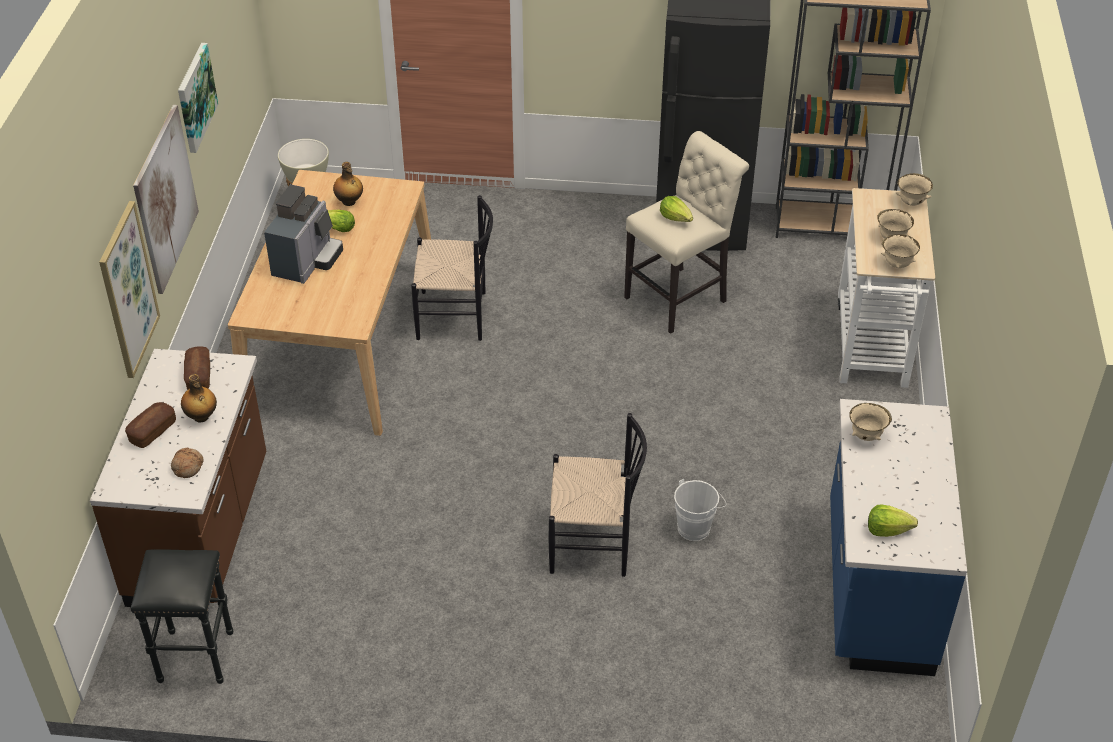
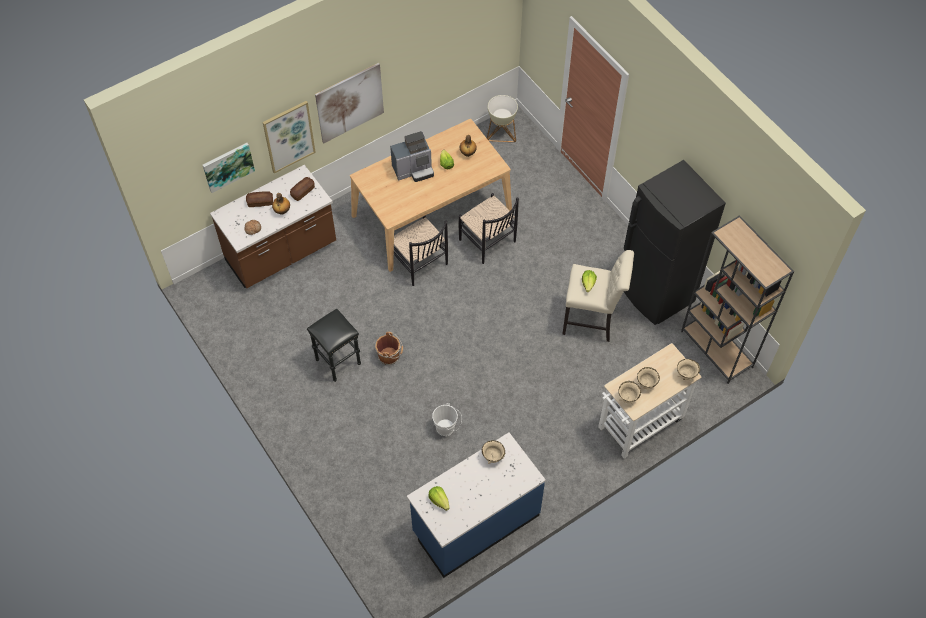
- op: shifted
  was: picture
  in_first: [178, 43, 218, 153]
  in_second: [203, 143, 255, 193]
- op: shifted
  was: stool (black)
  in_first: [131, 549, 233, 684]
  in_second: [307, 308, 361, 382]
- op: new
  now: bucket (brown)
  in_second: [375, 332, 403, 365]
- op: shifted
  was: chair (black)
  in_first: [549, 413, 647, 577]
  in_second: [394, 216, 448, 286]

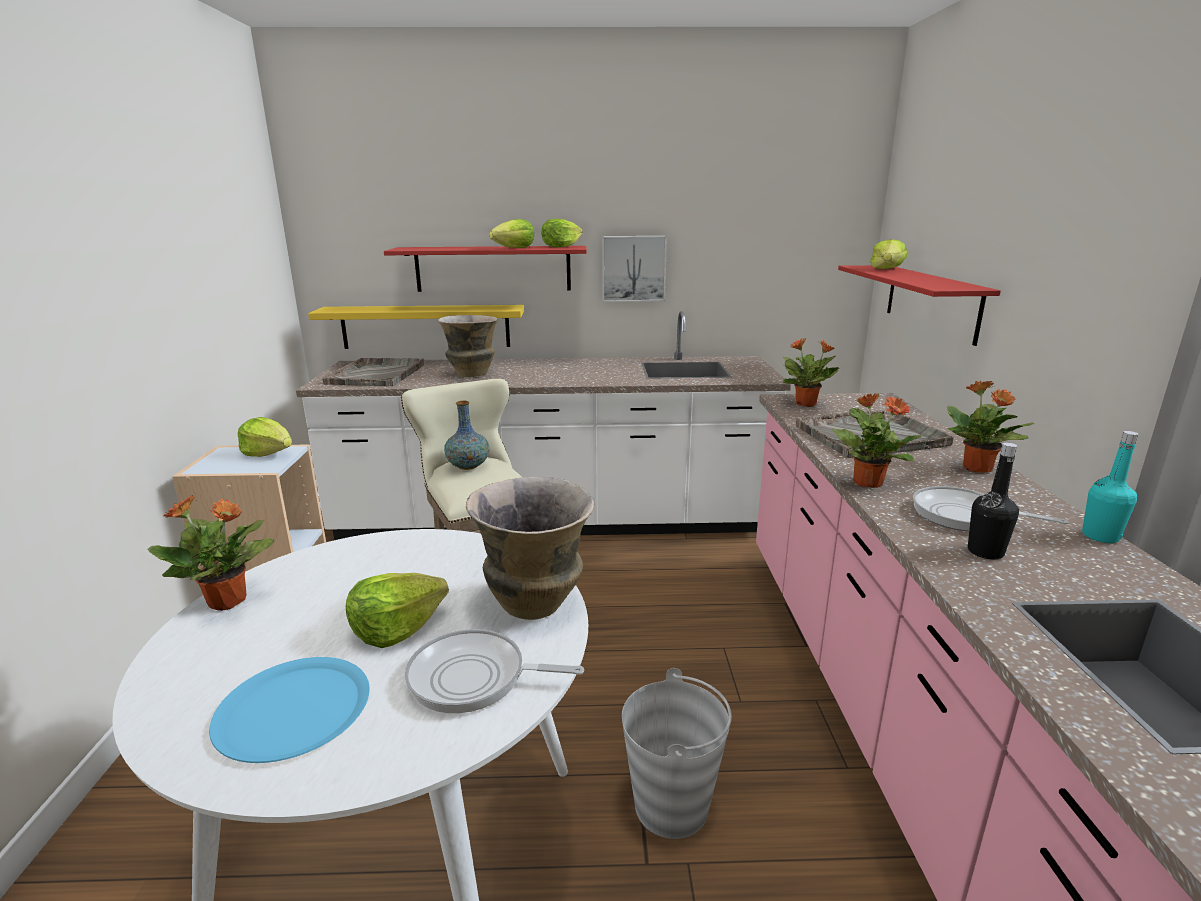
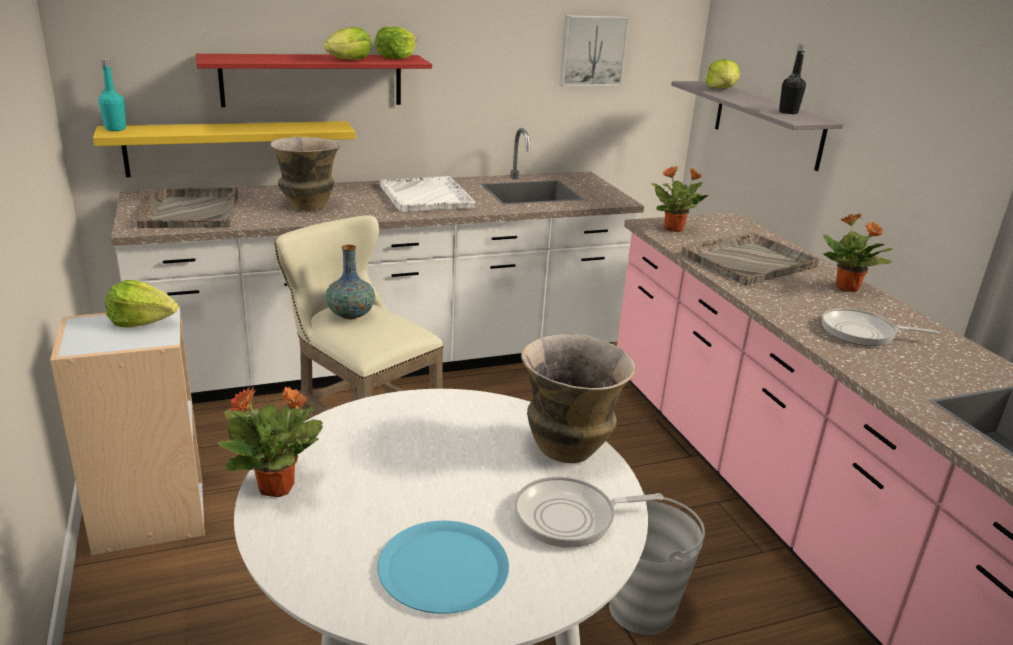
- op: shifted
  was: bottle (turquoise)
  in_first: [1082, 431, 1138, 543]
  in_second: [98, 59, 126, 131]
- op: new
  now: tray (white)
  in_second: [380, 176, 476, 212]
- op: shifted
  was: picture
  in_first: [602, 236, 667, 302]
  in_second: [559, 15, 629, 86]
- op: repainted
  was: shelf (red)
  now: shelf (grey)
  in_first: [838, 265, 1001, 346]
  in_second: [671, 81, 843, 171]
- op: shifted
  was: bottle (black)
  in_first: [968, 443, 1019, 560]
  in_second: [779, 44, 806, 114]
- op: gone
  was: lettuce
  in_first: [346, 573, 449, 648]
- op: gone
  was: potted plant
  in_first: [832, 392, 923, 488]

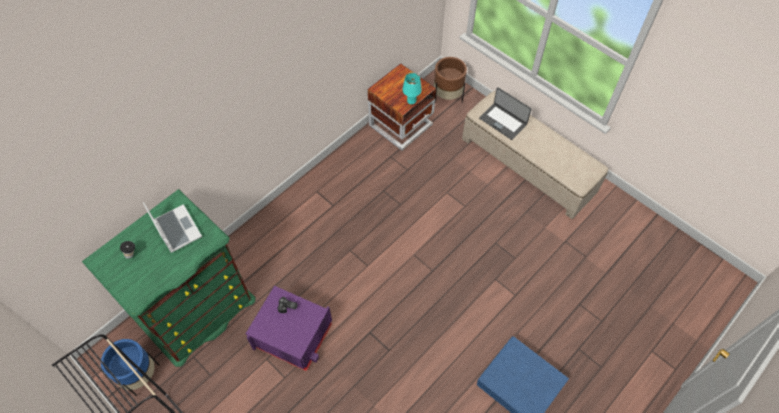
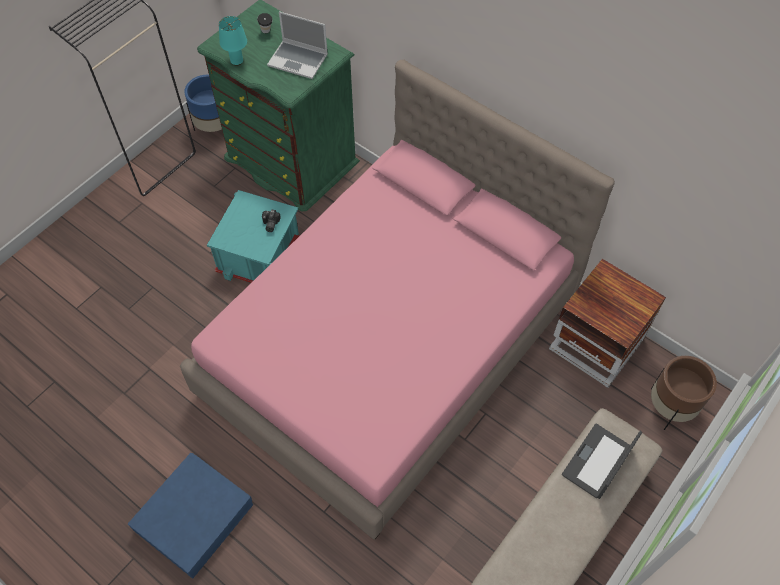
- op: new
  now: bed (pink)
  in_second: [180, 60, 615, 539]
- op: repainted
  was: storage box (purple)
  now: storage box (turquoise)
  in_first: [245, 286, 332, 372]
  in_second: [207, 190, 300, 283]
- op: shifted
  was: table lamp (turquoise)
  in_first: [402, 73, 422, 105]
  in_second: [219, 16, 247, 66]
- op: rotated
  was: laptop
  in_first: [143, 202, 202, 253]
  in_second: [267, 11, 328, 79]
  clockwise: 60

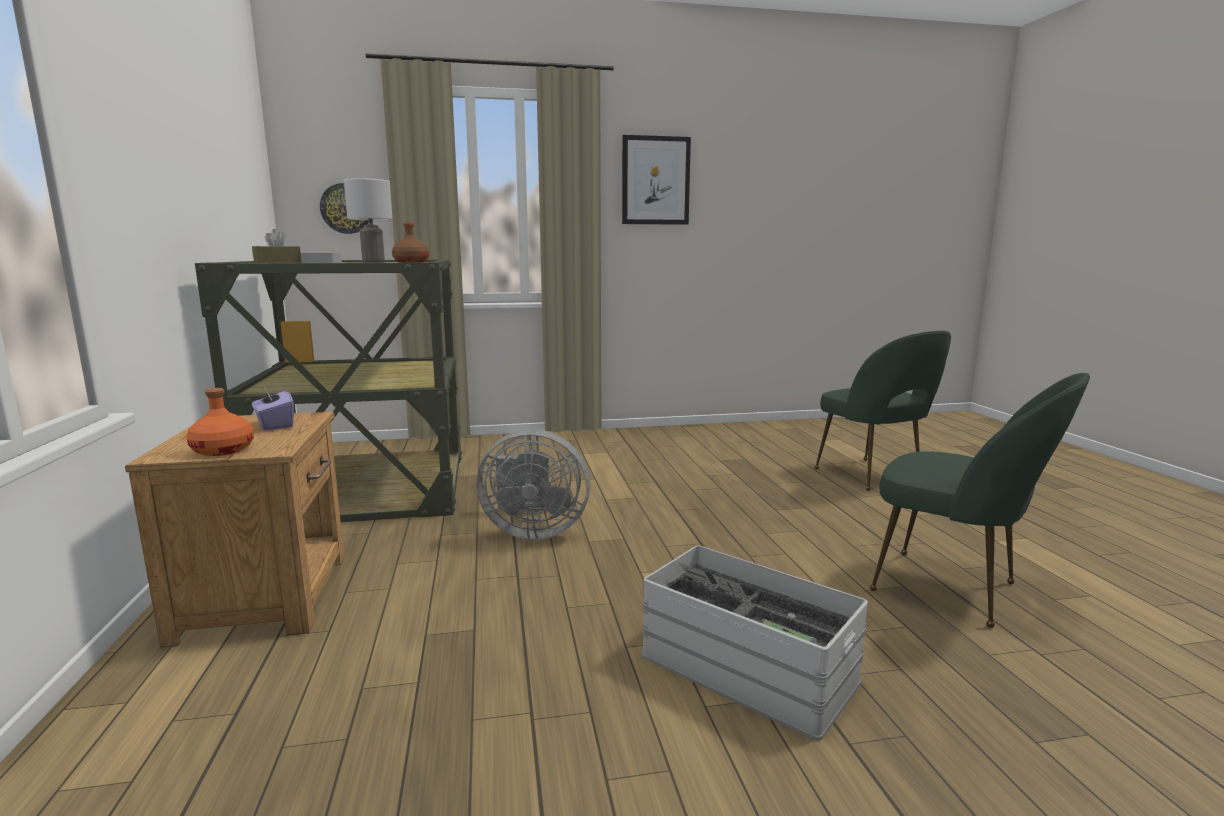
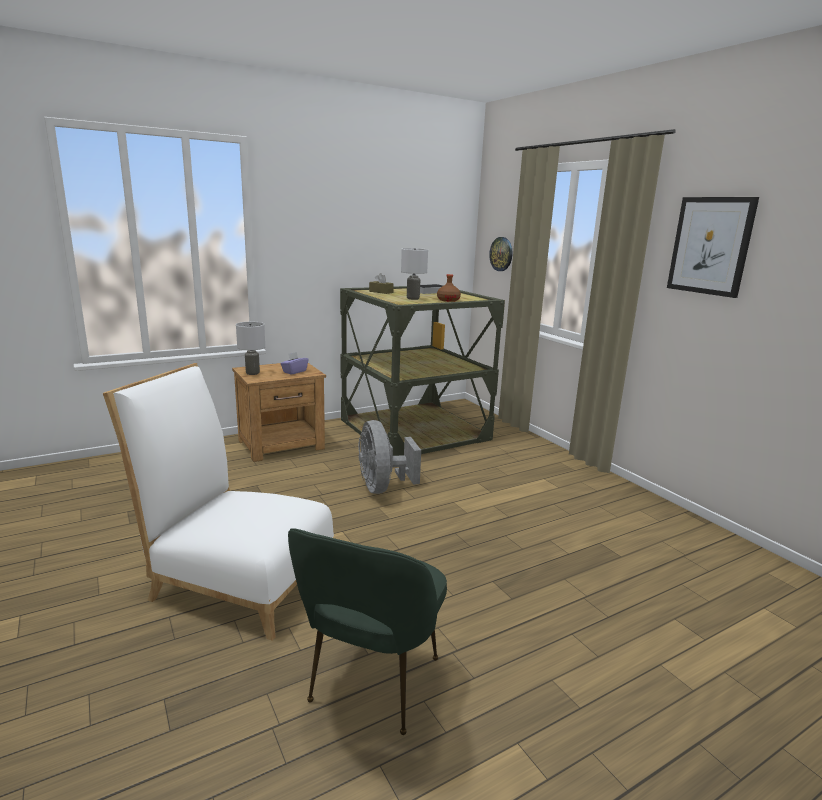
- op: swapped
  was: storage box (grey)
  now: chair (white)
  in_first: [642, 546, 868, 740]
  in_second: [103, 363, 334, 641]
- op: swapped
  was: bottle (orange)
  now: table lamp (white)
  in_first: [186, 388, 254, 456]
  in_second: [236, 322, 265, 375]
- op: gone
  was: chair (green)
  in_first: [815, 331, 951, 491]

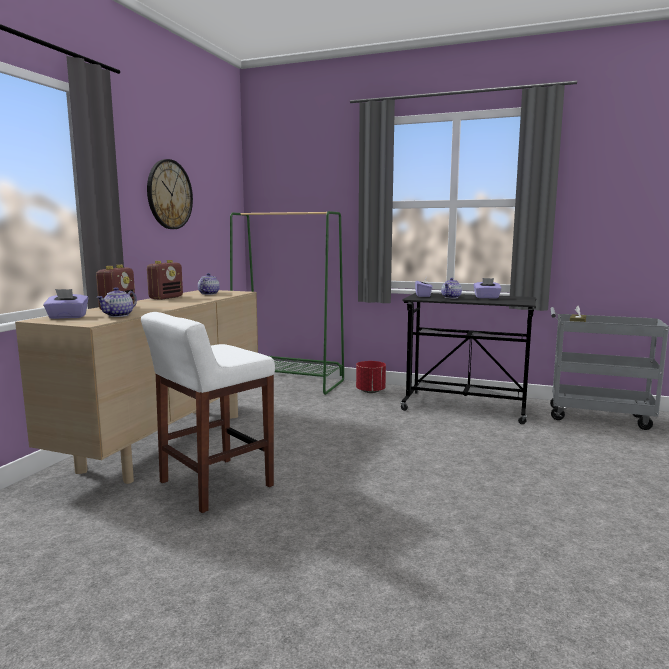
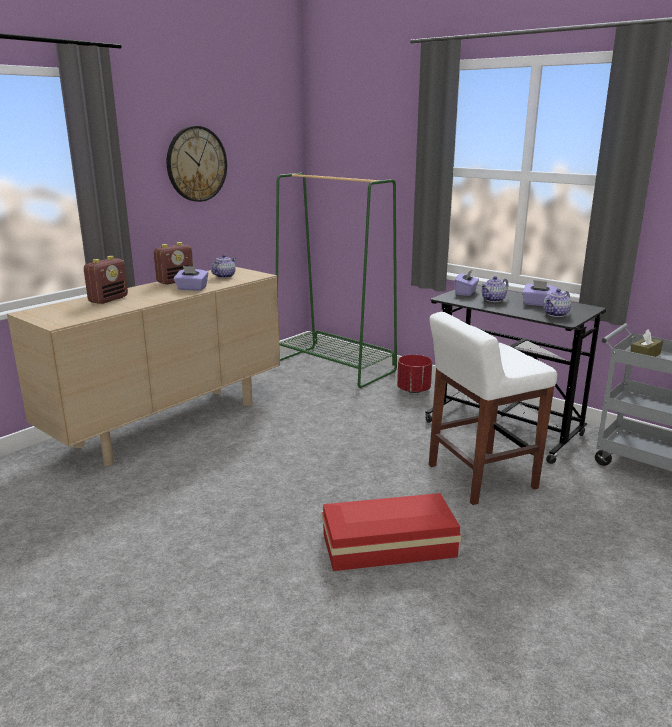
- op: shifted
  was: tissue box (purple)
  in_first: [43, 289, 88, 319]
  in_second: [174, 266, 208, 291]
- op: new
  now: storage box (red)
  in_second: [322, 493, 461, 571]
- op: shifted
  was: stool (white)
  in_first: [141, 312, 275, 513]
  in_second: [429, 312, 557, 505]
- op: shifted
  was: teapot
  in_first: [96, 287, 137, 317]
  in_second: [543, 289, 571, 317]

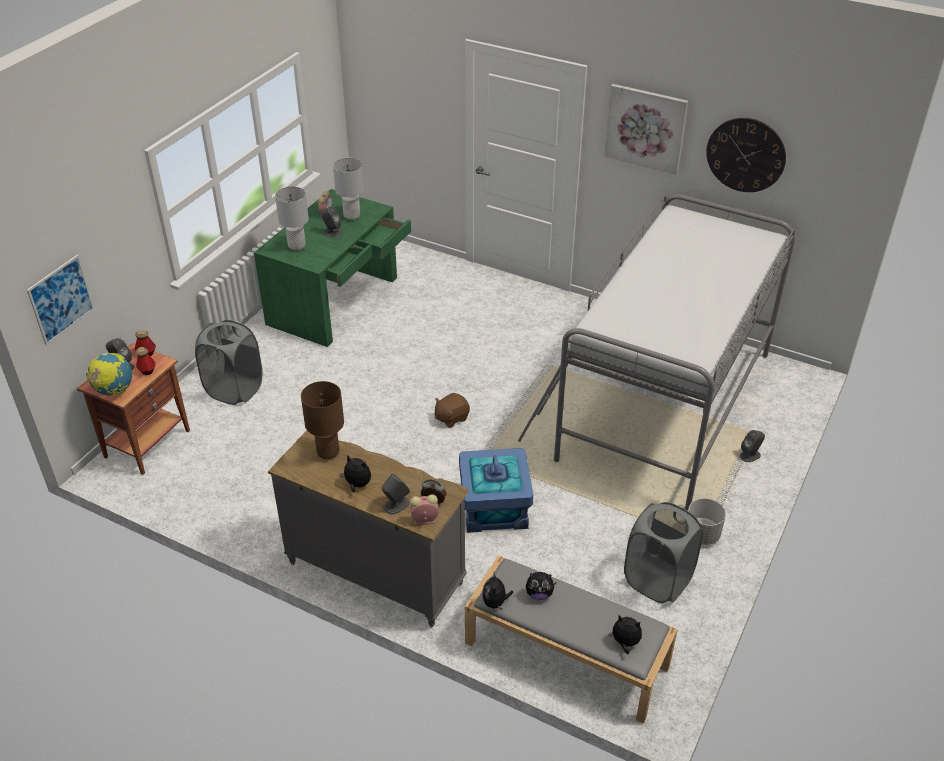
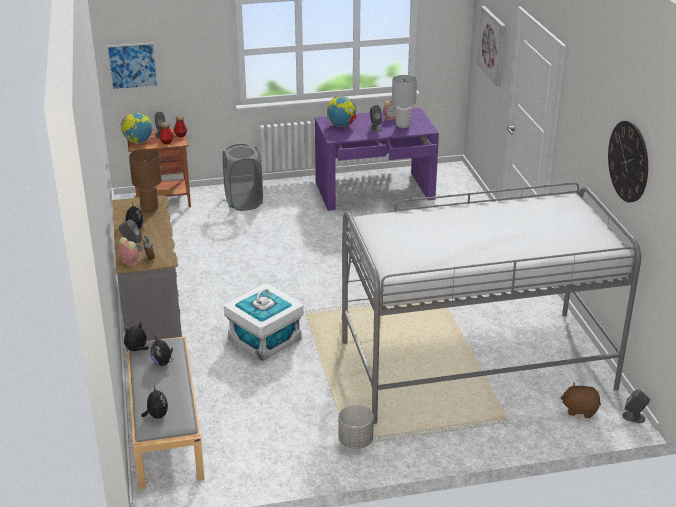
- op: repainted
  was: storage box (blue)
  now: storage box (white)
  in_first: [459, 448, 533, 533]
  in_second: [224, 283, 303, 361]
- op: repainted
  was: desk (green)
  now: desk (purple)
  in_first: [254, 189, 411, 347]
  in_second: [315, 108, 439, 211]
- op: swapped
  was: table lamp (grey)
  now: globe
  in_first: [275, 186, 309, 251]
  in_second: [327, 96, 356, 127]
- op: shifted
  was: picture
  in_first: [605, 84, 688, 175]
  in_second: [477, 6, 506, 87]
- op: shifted
  was: plush toy (brown)
  in_first: [435, 393, 470, 428]
  in_second: [560, 382, 601, 419]
- op: shifted
  was: speaker (grey)
  in_first: [739, 430, 765, 462]
  in_second: [622, 389, 650, 423]
- op: gone
  was: laundry basket (grey)
  in_first: [624, 502, 703, 603]

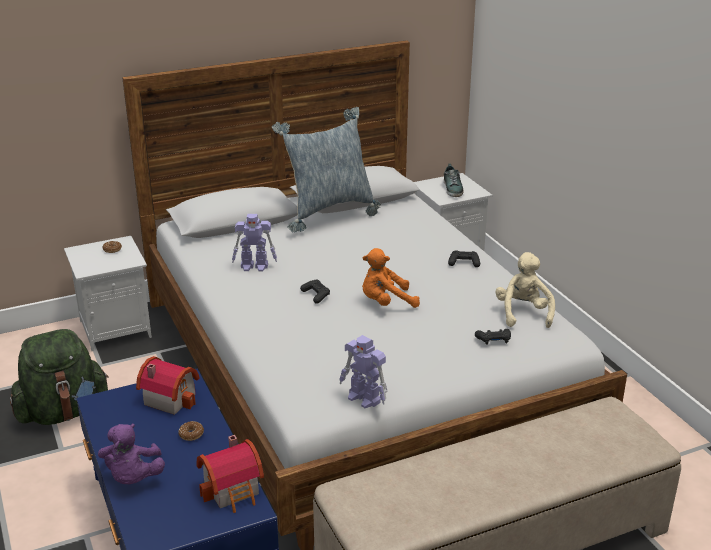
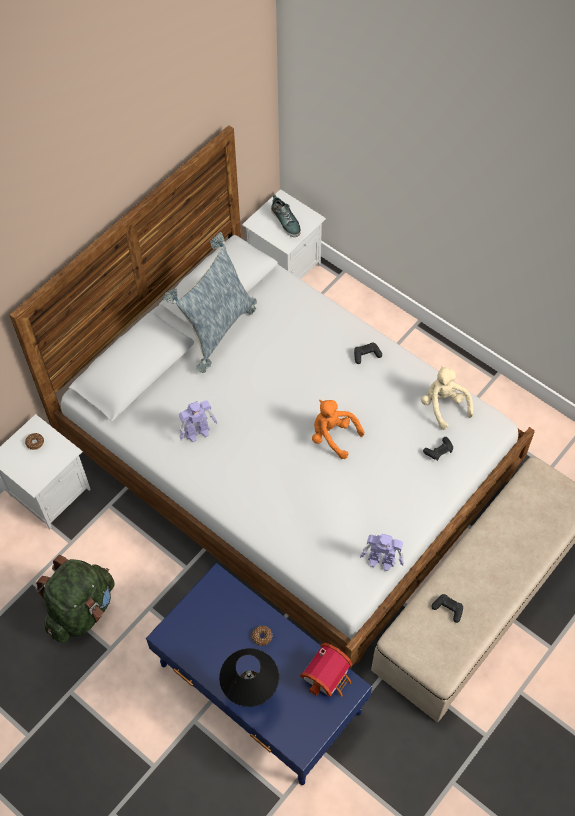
- op: swapped
  was: plush toy (purple)
  now: table lamp (black)
  in_first: [98, 424, 165, 484]
  in_second: [219, 648, 279, 707]
- op: rotated
  was: plush toy (orange)
  in_first: [362, 248, 420, 308]
  in_second: [312, 400, 364, 459]
  clockwise: 75
- op: shifted
  was: game controller (black)
  in_first: [300, 280, 330, 304]
  in_second: [431, 594, 463, 623]
- op: gone
  was: toy house
  in_first: [136, 356, 200, 415]

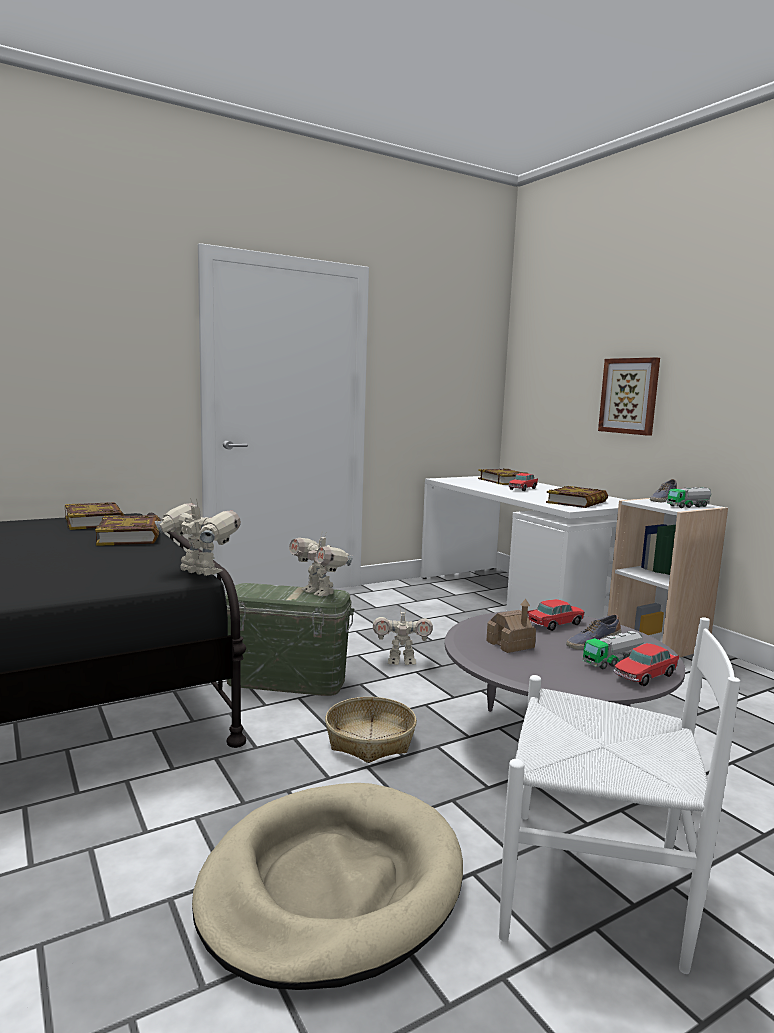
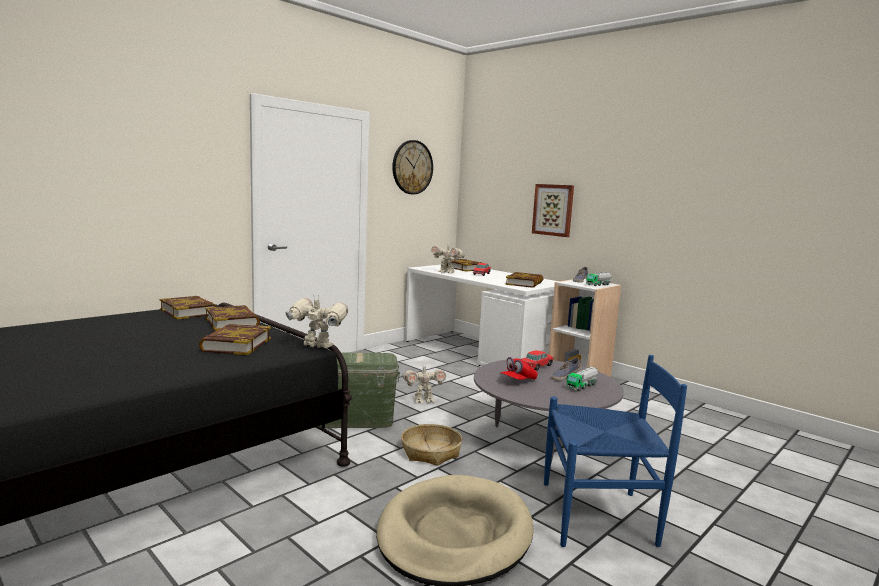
- op: new
  now: book
  in_second: [199, 324, 271, 355]
- op: new
  now: wall clock
  in_second: [392, 140, 433, 195]
- op: shifted
  was: toy robot
  in_first: [289, 532, 353, 596]
  in_second: [431, 243, 465, 273]
- op: swapped
  was: toy house
  now: cap (red)
  in_first: [487, 599, 536, 653]
  in_second: [500, 357, 538, 380]
- op: repainted
  was: chair (white)
  now: chair (blue)
  in_first: [499, 617, 740, 974]
  in_second: [544, 355, 687, 547]
- op: gone
  was: toy car
  in_first: [613, 643, 679, 686]

